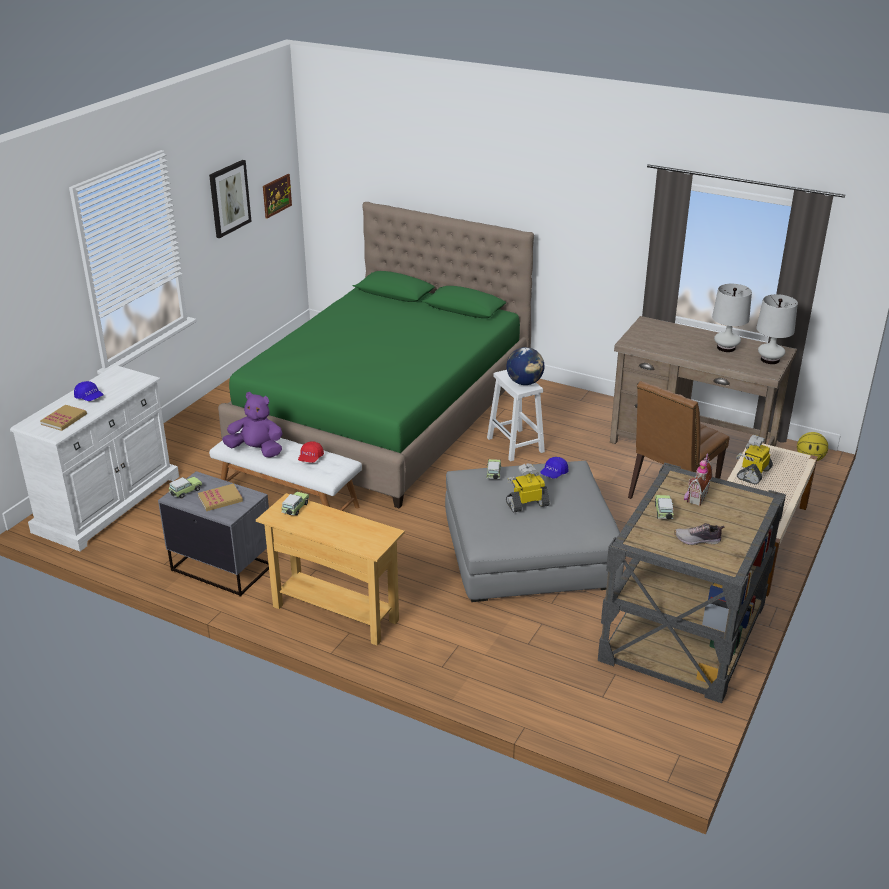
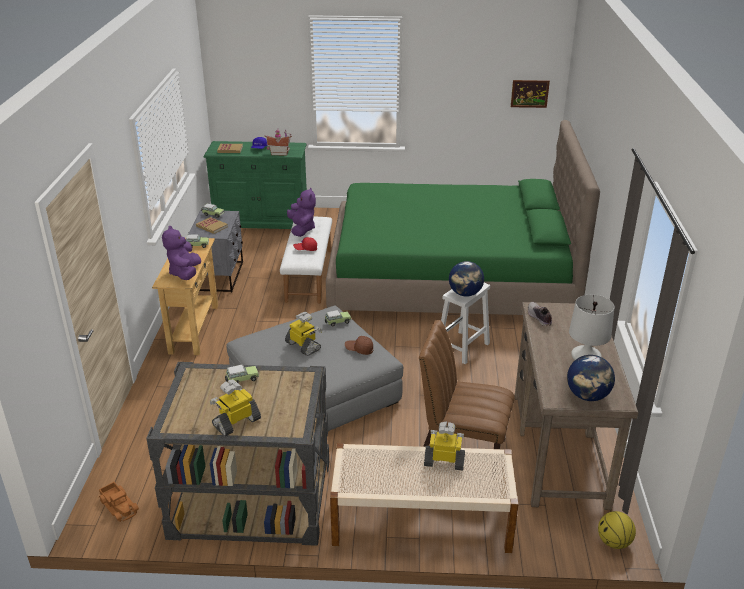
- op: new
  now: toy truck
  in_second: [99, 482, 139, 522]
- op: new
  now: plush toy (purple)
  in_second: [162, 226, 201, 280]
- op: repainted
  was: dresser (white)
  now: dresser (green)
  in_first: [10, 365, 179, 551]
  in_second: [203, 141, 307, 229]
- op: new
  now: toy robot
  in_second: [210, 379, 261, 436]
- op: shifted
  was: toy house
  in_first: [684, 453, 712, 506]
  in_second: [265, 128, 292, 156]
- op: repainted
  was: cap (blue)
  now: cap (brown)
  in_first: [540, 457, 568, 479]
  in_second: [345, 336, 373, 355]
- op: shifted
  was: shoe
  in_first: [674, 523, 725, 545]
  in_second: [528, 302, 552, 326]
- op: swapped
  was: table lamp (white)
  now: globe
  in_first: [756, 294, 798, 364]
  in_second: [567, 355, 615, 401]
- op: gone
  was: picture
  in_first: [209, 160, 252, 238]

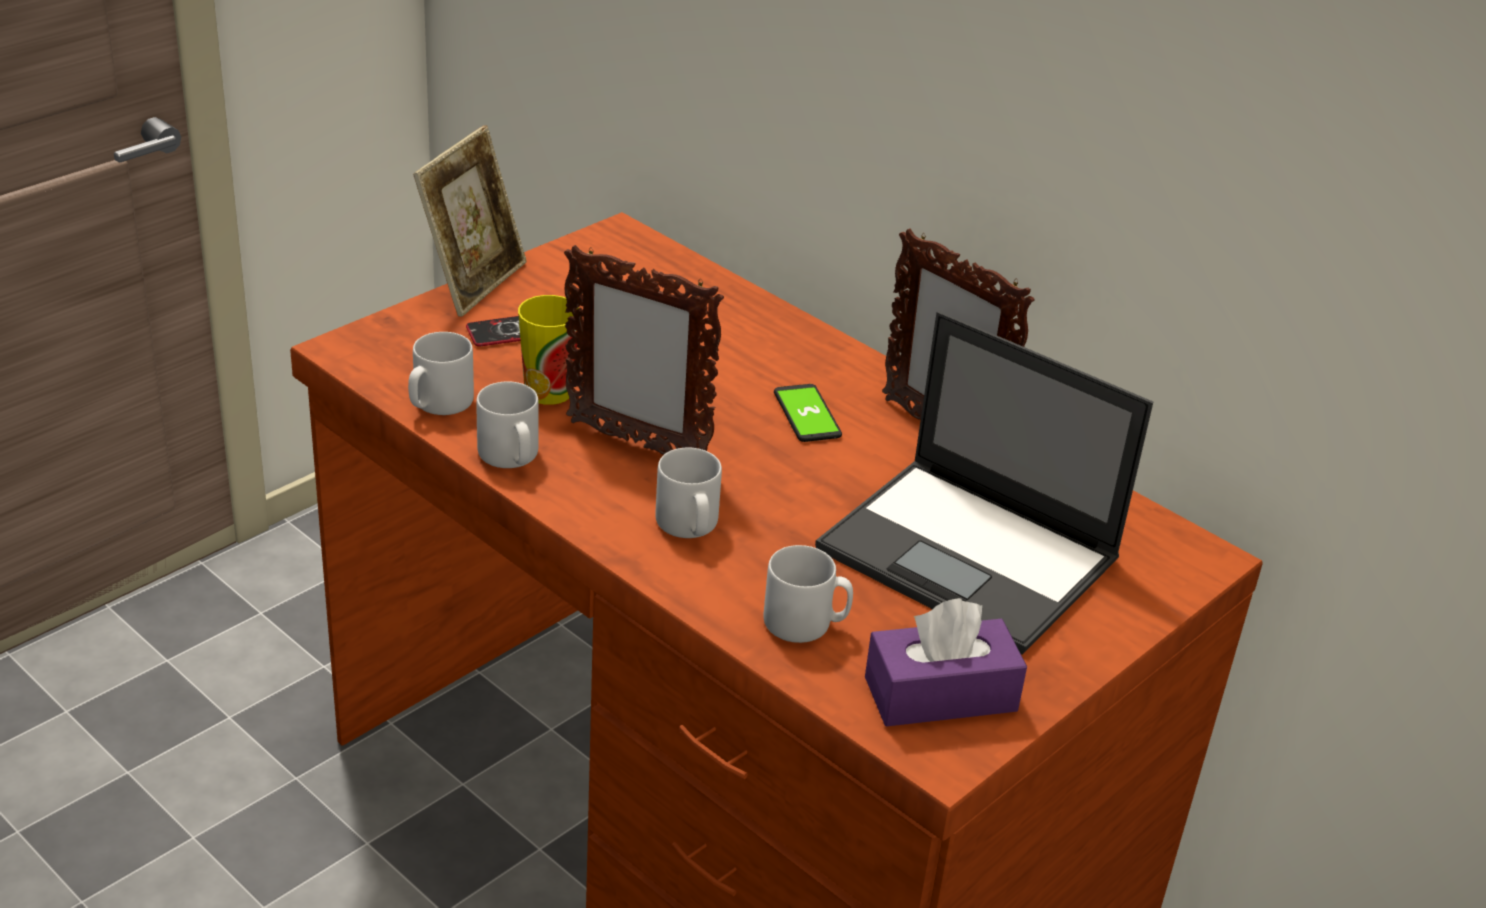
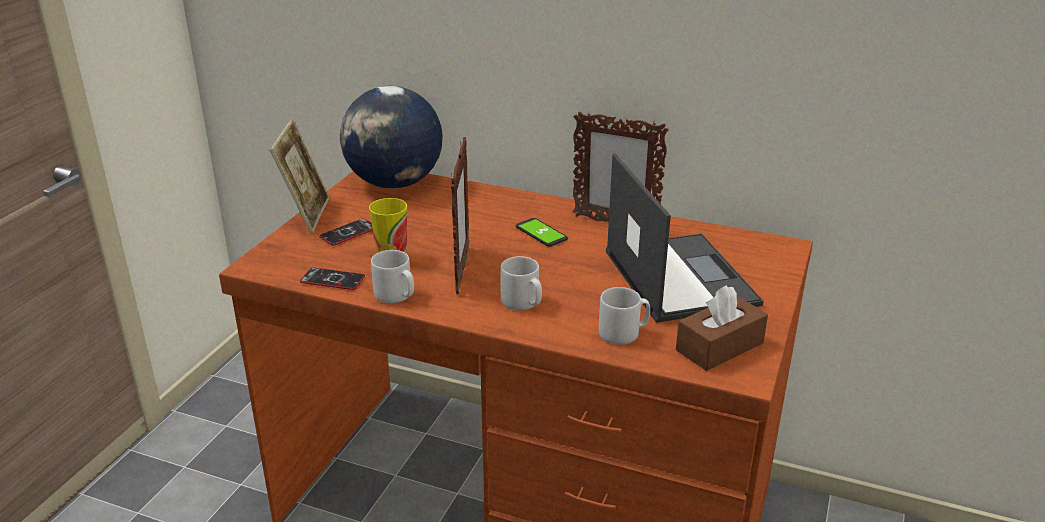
- op: swapped
  was: mug (grey)
  now: phone
  in_first: [408, 332, 474, 415]
  in_second: [300, 268, 365, 290]
- op: new
  now: globe
  in_second: [340, 86, 443, 189]
- op: rotated
  was: picture frame
  in_first: [564, 245, 724, 455]
  in_second: [451, 137, 469, 294]
  clockwise: -90
- op: rotated
  was: laptop
  in_first: [815, 311, 1153, 655]
  in_second: [606, 153, 764, 323]
  clockwise: -120
- op: repainted
  was: tissue box (purple)
  now: tissue box (brown)
  in_first: [865, 598, 1027, 727]
  in_second: [676, 285, 768, 371]

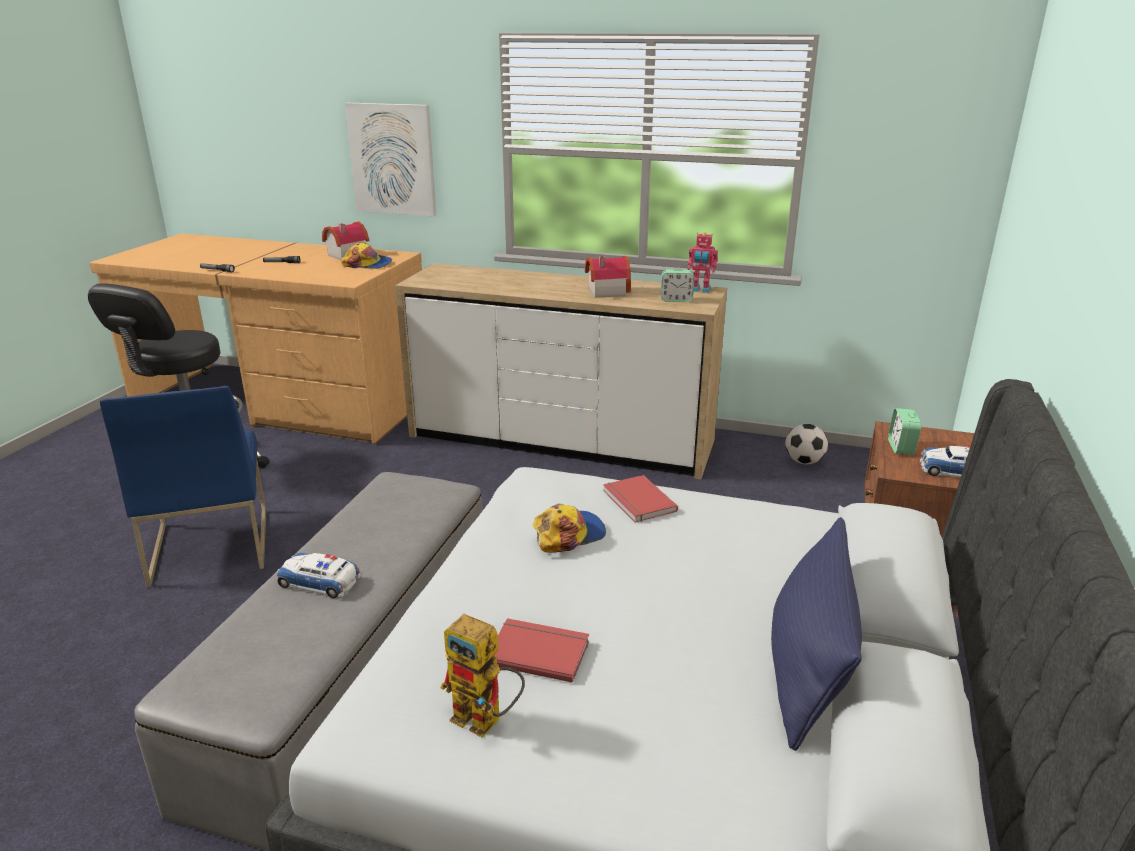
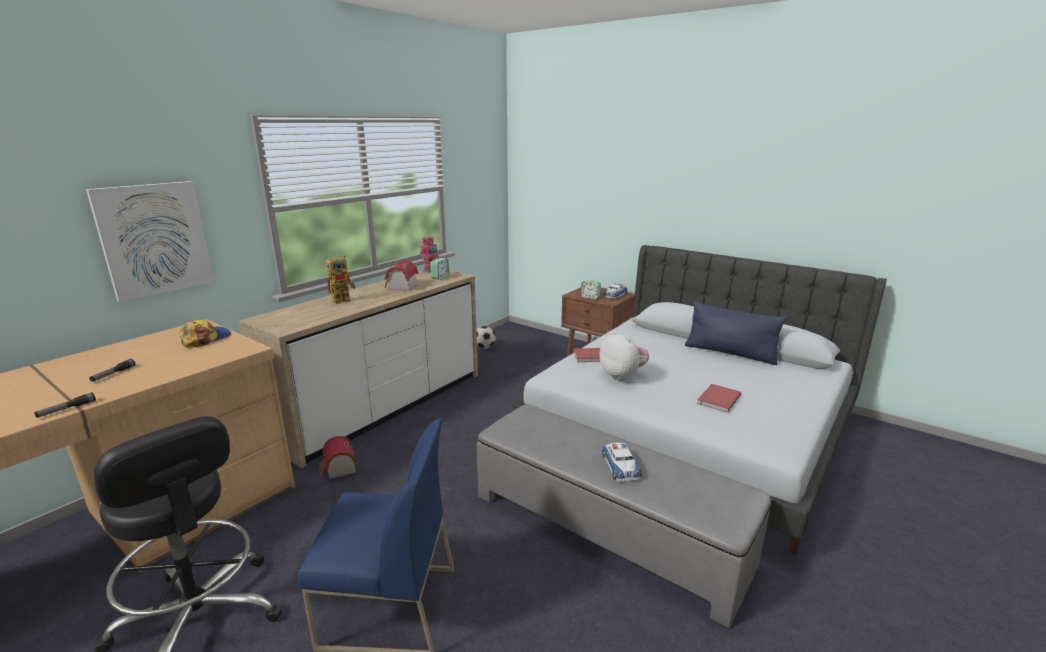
- op: shifted
  was: toy house
  in_first: [322, 222, 369, 260]
  in_second: [319, 436, 357, 479]
- op: shifted
  was: toy robot
  in_first: [440, 614, 525, 738]
  in_second: [326, 255, 355, 304]
- op: swapped
  was: cap
  now: plush toy
  in_first: [533, 504, 606, 553]
  in_second: [600, 331, 649, 381]
- op: rotated
  was: toy car
  in_first: [276, 553, 361, 598]
  in_second: [602, 442, 642, 482]
  clockwise: -45

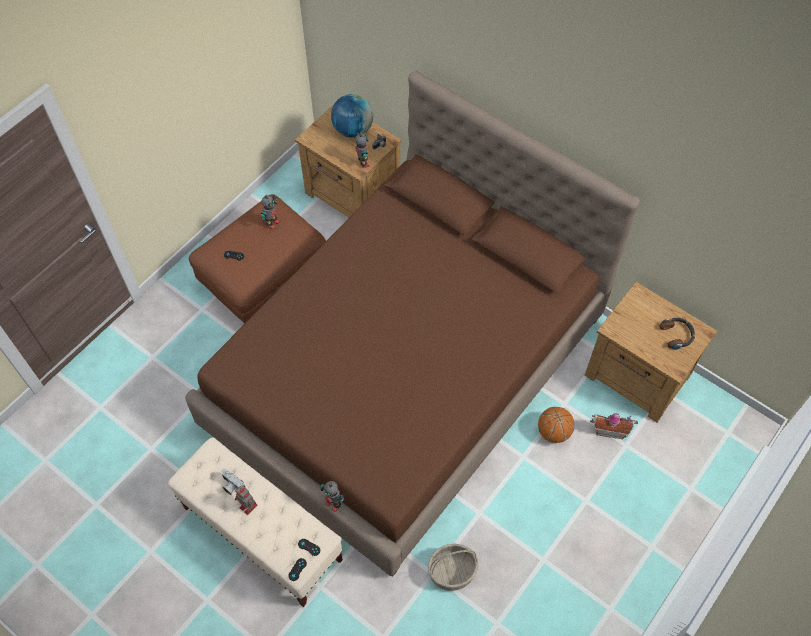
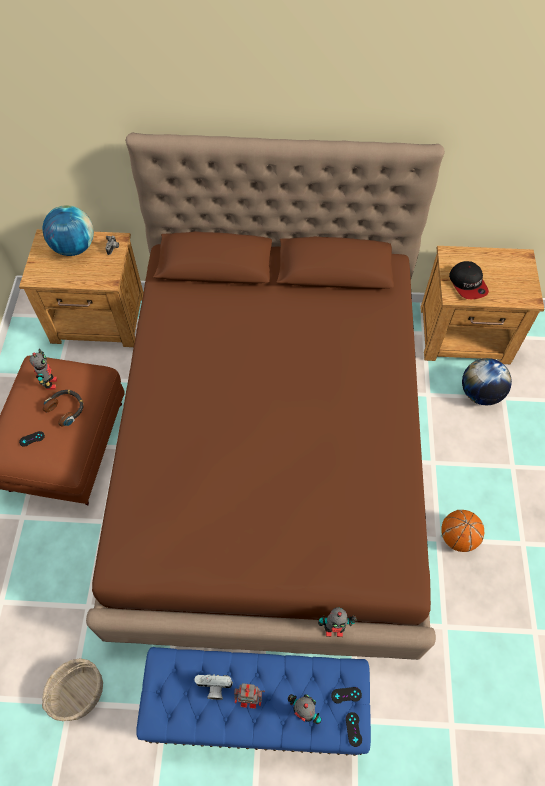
- op: shifted
  was: basket
  in_first: [428, 544, 478, 591]
  in_second: [42, 658, 103, 721]
- op: shifted
  was: headphones
  in_first: [659, 318, 695, 350]
  in_second: [43, 390, 84, 426]
- op: repainted
  was: bench (beige)
  now: bench (blue)
  in_first: [168, 438, 343, 607]
  in_second: [137, 647, 371, 756]
- op: shifted
  was: toy robot
  in_first: [355, 133, 369, 168]
  in_second: [288, 694, 321, 724]
- op: shifted
  was: basketball
  in_first: [538, 407, 574, 443]
  in_second: [441, 510, 484, 552]
- op: new
  now: cap
  in_second: [449, 261, 489, 299]
- op: swapped
  was: toy house
  now: globe
  in_first: [590, 413, 638, 439]
  in_second: [462, 358, 512, 405]

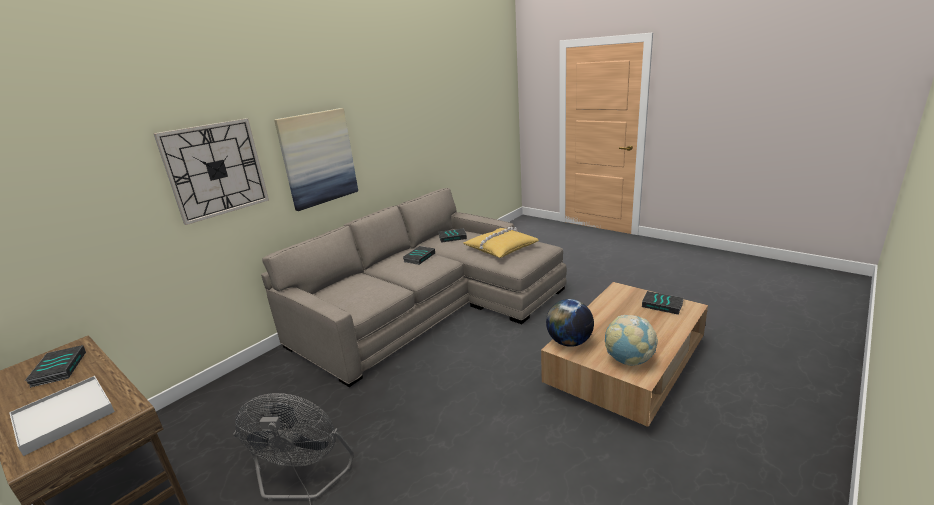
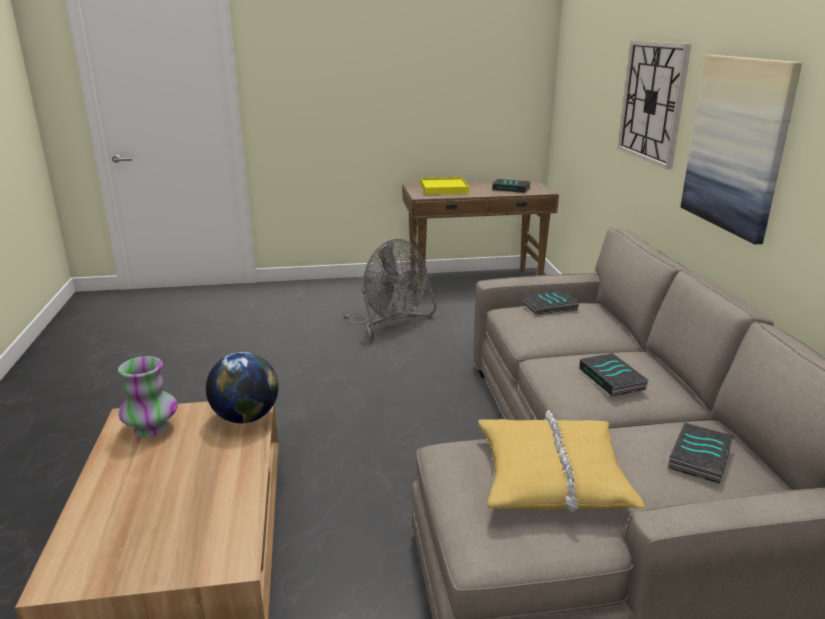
- op: swapped
  was: globe
  now: vase
  in_first: [605, 315, 658, 366]
  in_second: [118, 356, 177, 437]
- op: repainted
  was: tray (white)
  now: tray (yellow)
  in_first: [9, 376, 115, 456]
  in_second: [420, 177, 469, 195]
- op: shifted
  was: book
  in_first: [642, 291, 684, 315]
  in_second: [523, 290, 580, 315]

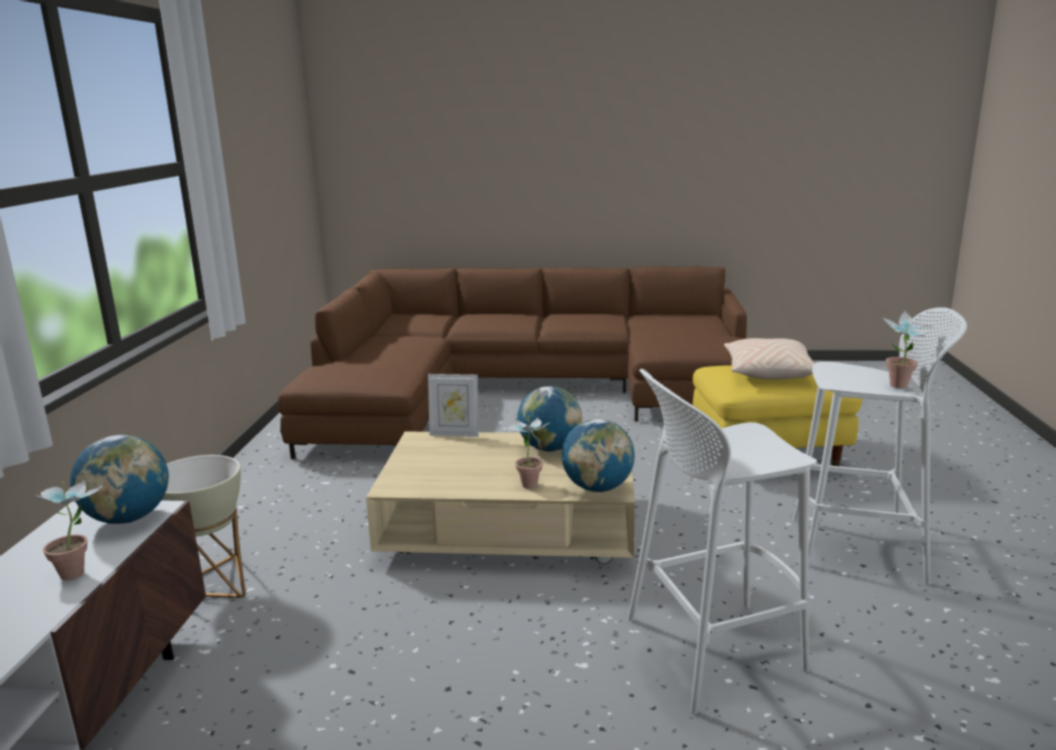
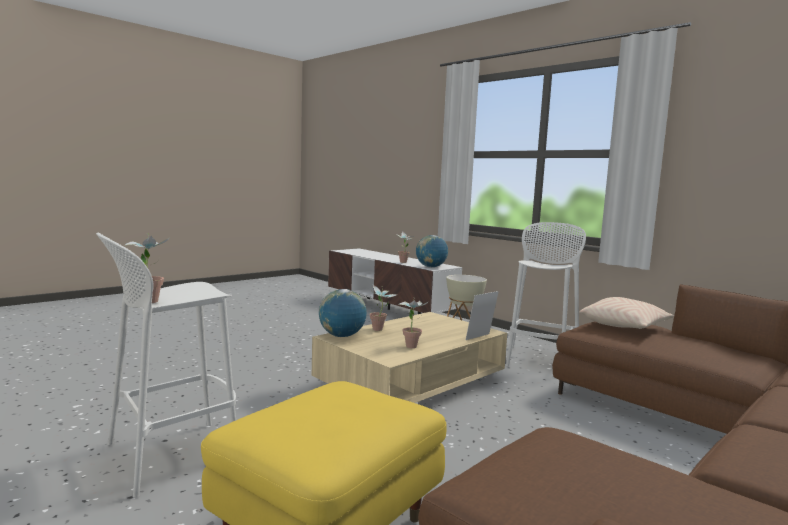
- op: swapped
  was: globe
  now: potted plant
  in_first: [517, 386, 582, 452]
  in_second: [398, 298, 429, 348]
- op: shifted
  was: stool (white)
  in_first: [628, 369, 817, 714]
  in_second: [506, 222, 586, 366]
- op: shifted
  was: pillow (beige)
  in_first: [724, 338, 815, 380]
  in_second: [579, 297, 674, 329]

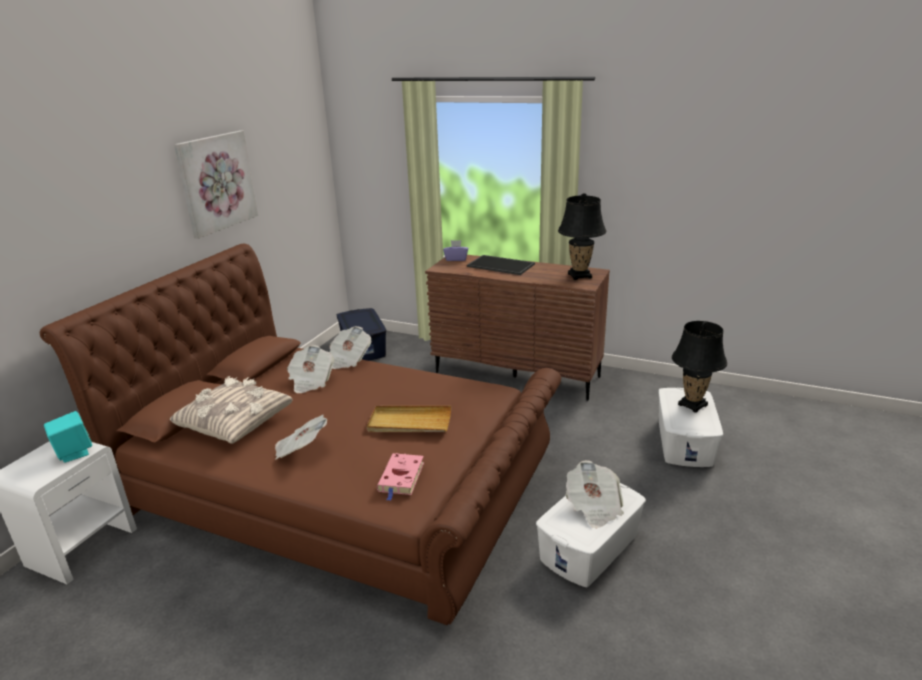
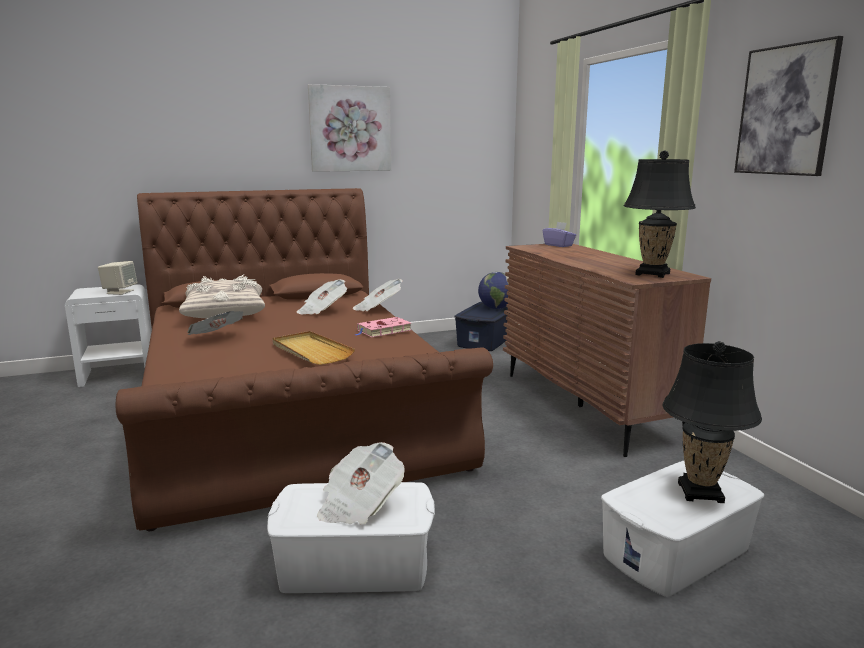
- op: repainted
  was: speaker (turquoise)
  now: speaker (beige)
  in_first: [44, 411, 92, 462]
  in_second: [98, 261, 137, 295]
- op: shifted
  was: book (pink)
  in_first: [377, 453, 424, 501]
  in_second: [355, 317, 412, 338]
- op: new
  now: globe
  in_second: [478, 272, 509, 309]
- op: new
  now: picture
  in_second: [734, 36, 843, 176]
- op: gone
  was: tray
  in_first: [467, 255, 535, 275]

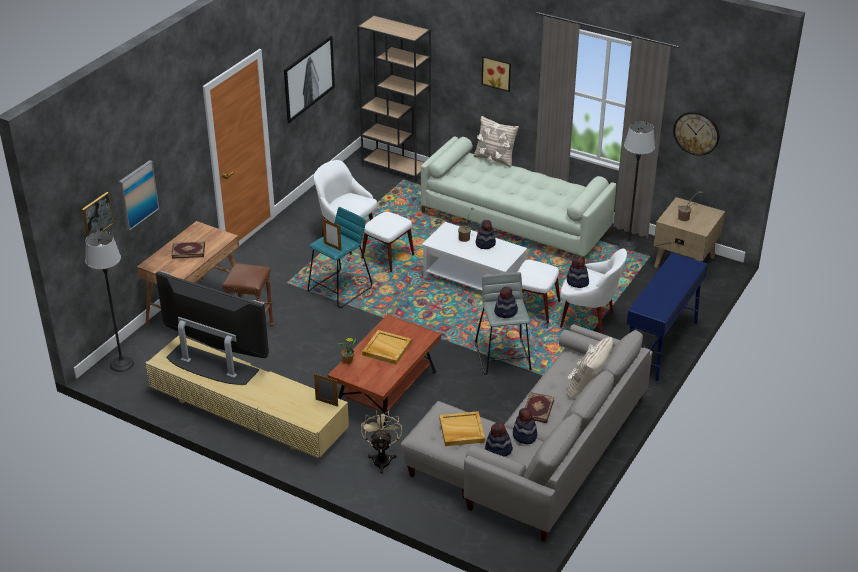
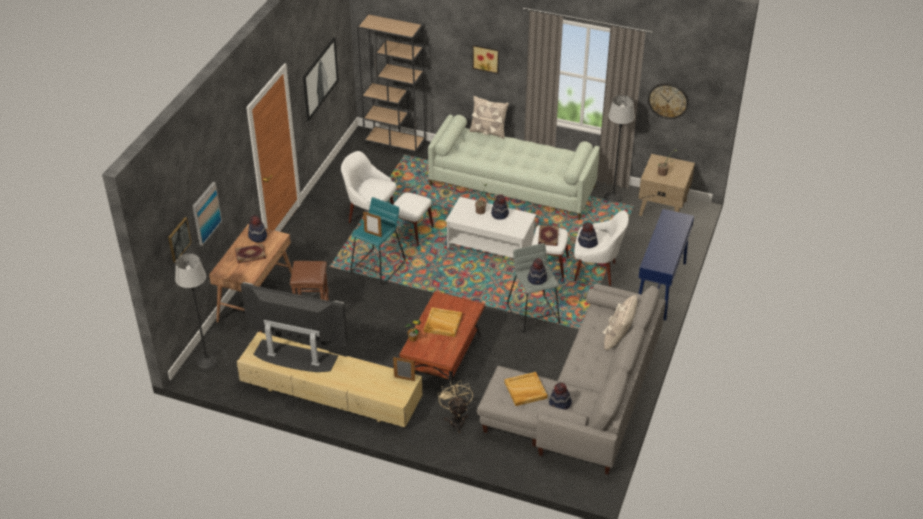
- op: shifted
  was: hat
  in_first: [513, 408, 537, 444]
  in_second: [248, 215, 267, 242]
- op: shifted
  was: book
  in_first: [525, 393, 554, 423]
  in_second: [538, 225, 559, 246]

